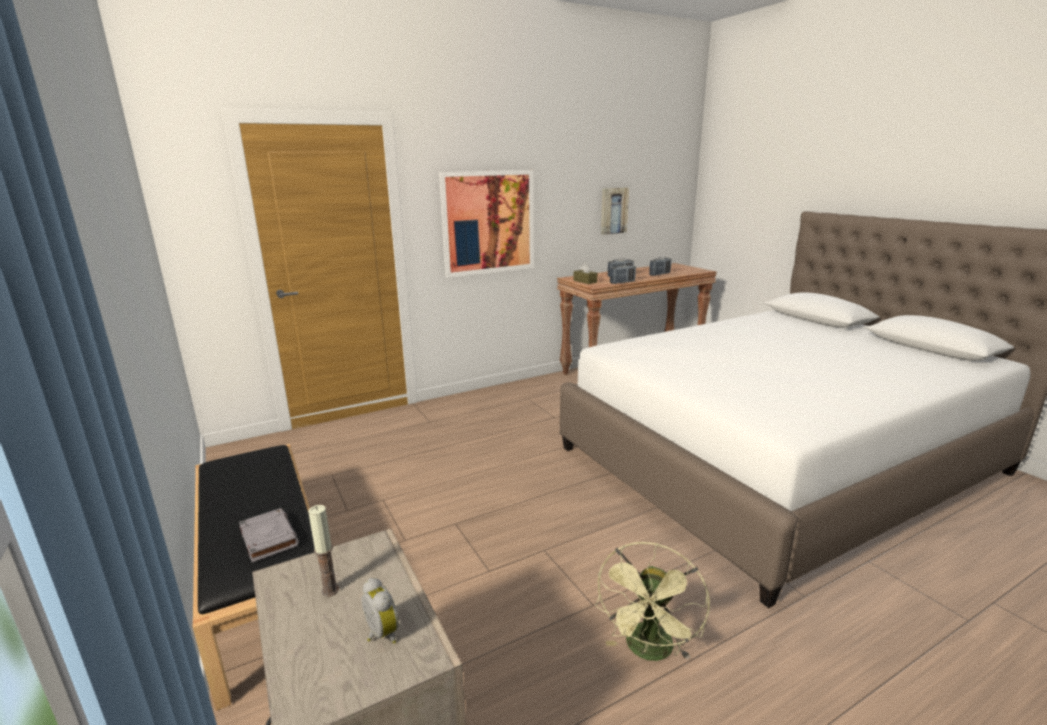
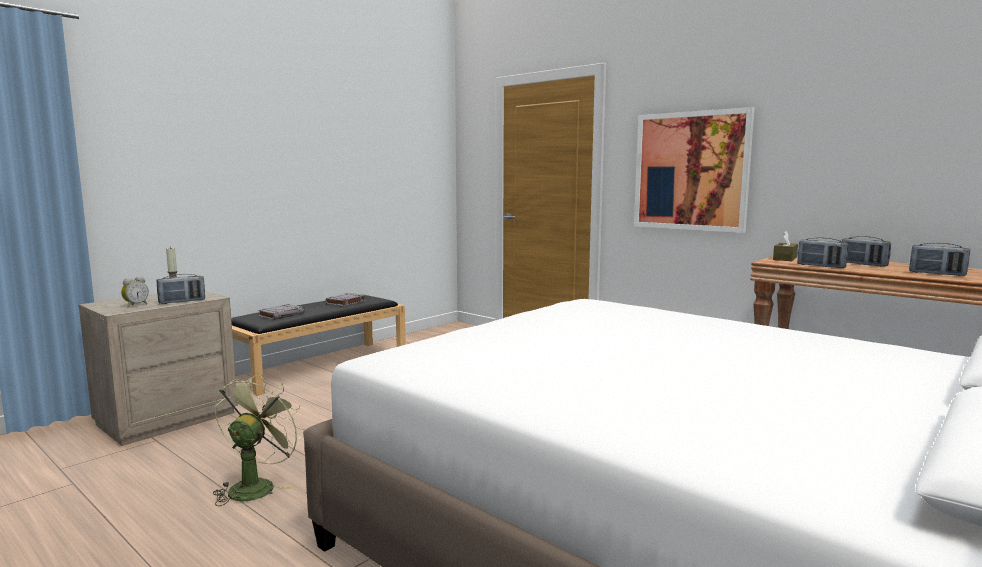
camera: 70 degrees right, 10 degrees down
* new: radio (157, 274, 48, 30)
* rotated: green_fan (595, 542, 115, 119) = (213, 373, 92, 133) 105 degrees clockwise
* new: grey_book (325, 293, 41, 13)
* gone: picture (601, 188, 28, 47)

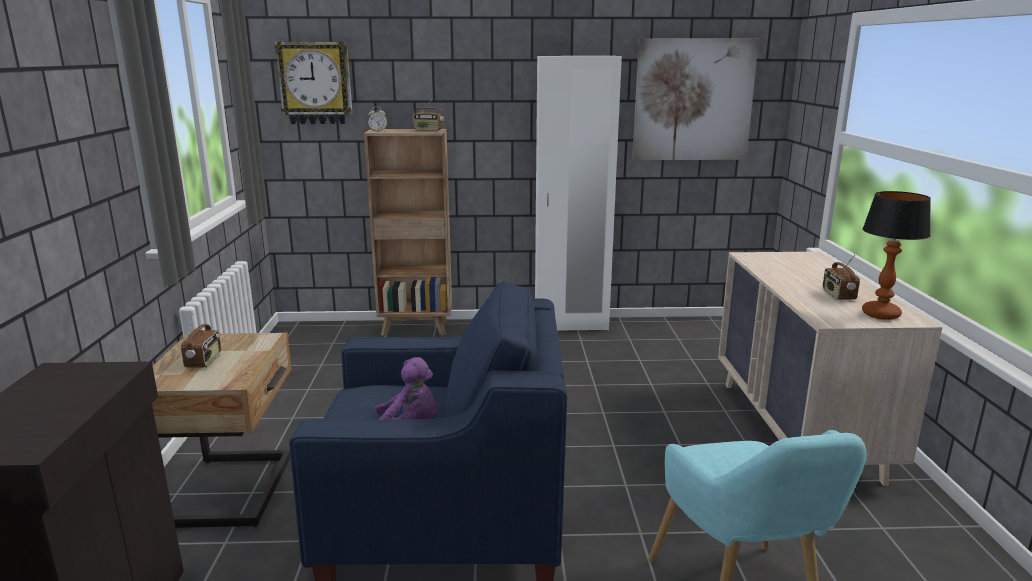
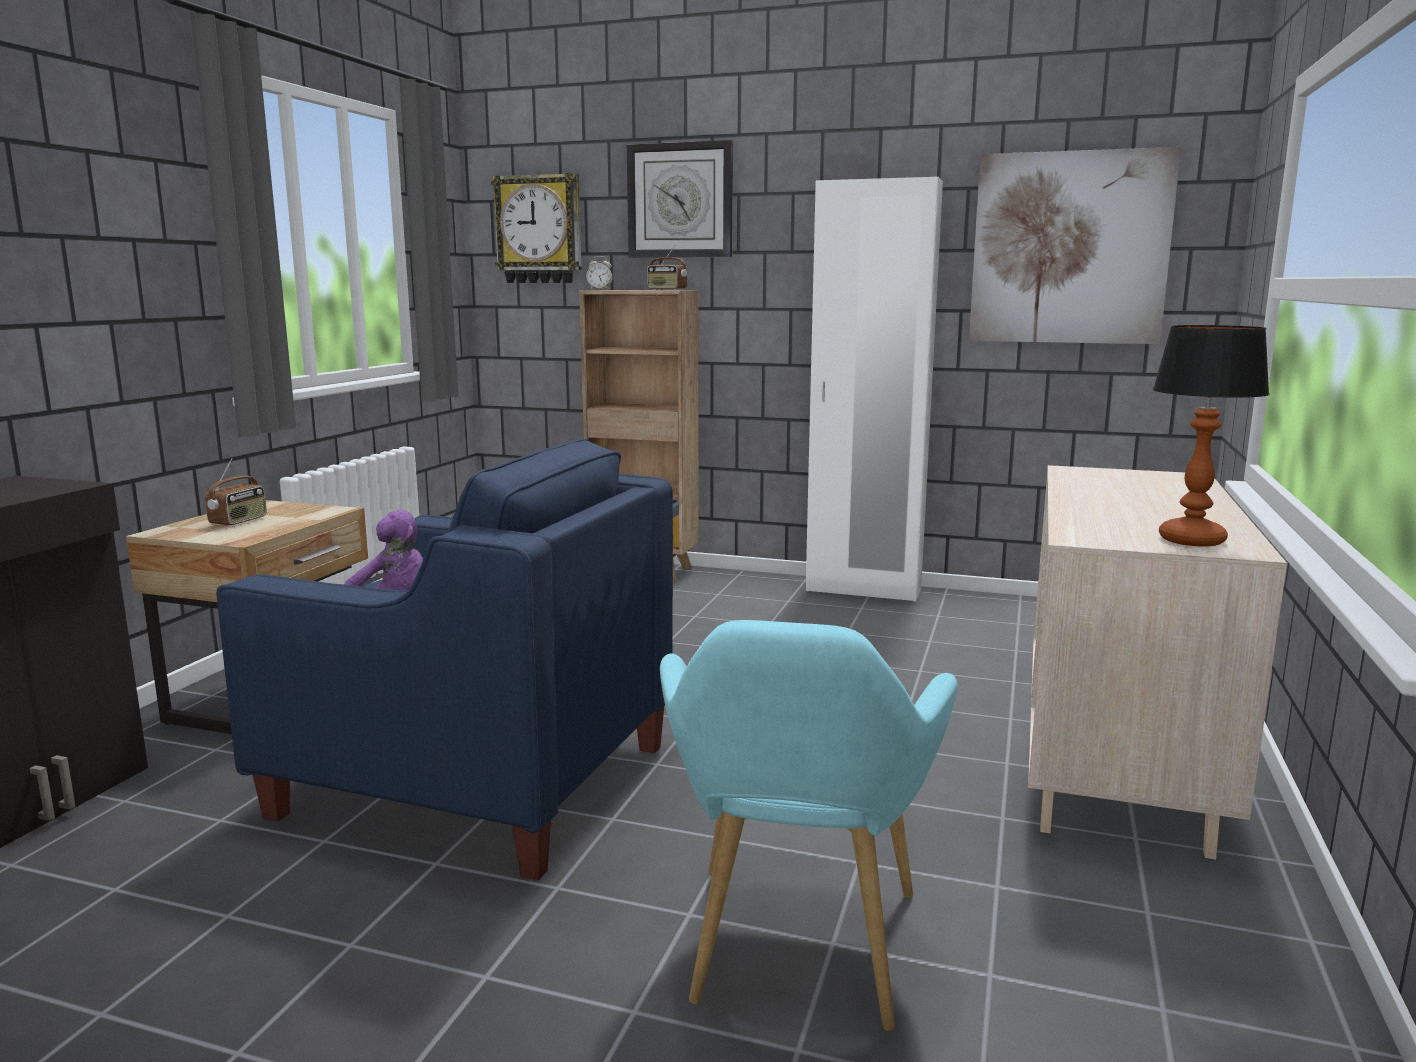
camera: 20 degrees right, 5 degrees down
* new: wall_clock (627, 140, 106, 118)
* gone: radio (822, 255, 38, 45)

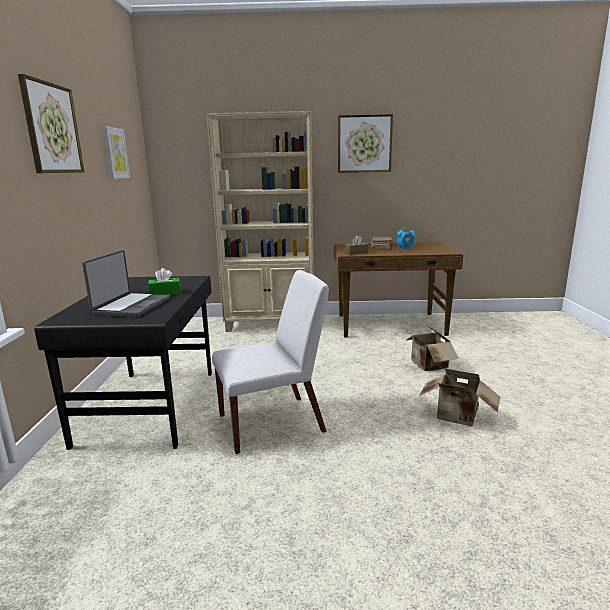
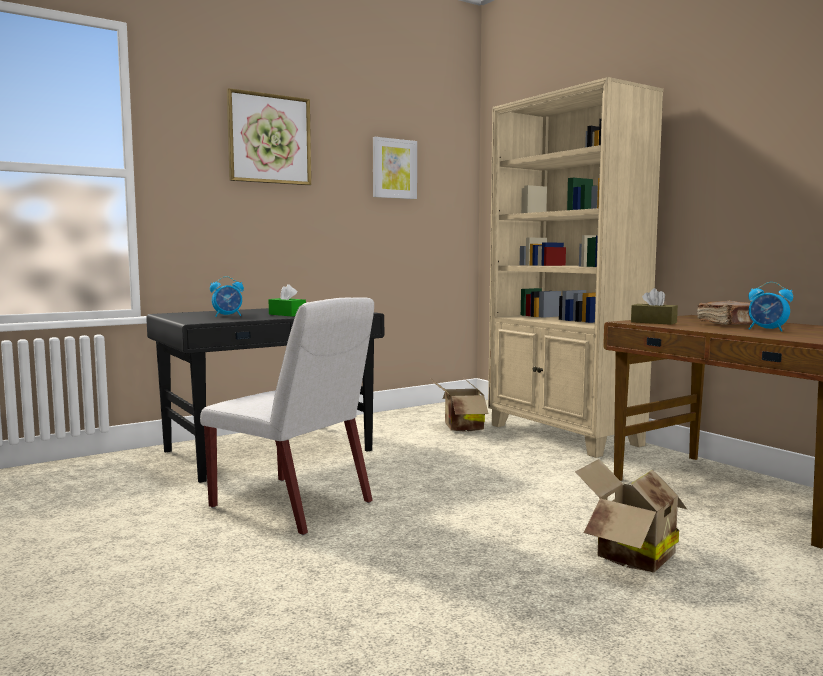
camera: 55 degrees right, 10 degrees down
* swapped: laptop (82, 250, 88, 67) to alarm_clock (210, 276, 34, 41)
* shifted: cardboard_box (419, 368, 81, 59) to (431, 378, 57, 54)
* gone: picture (338, 114, 55, 59)

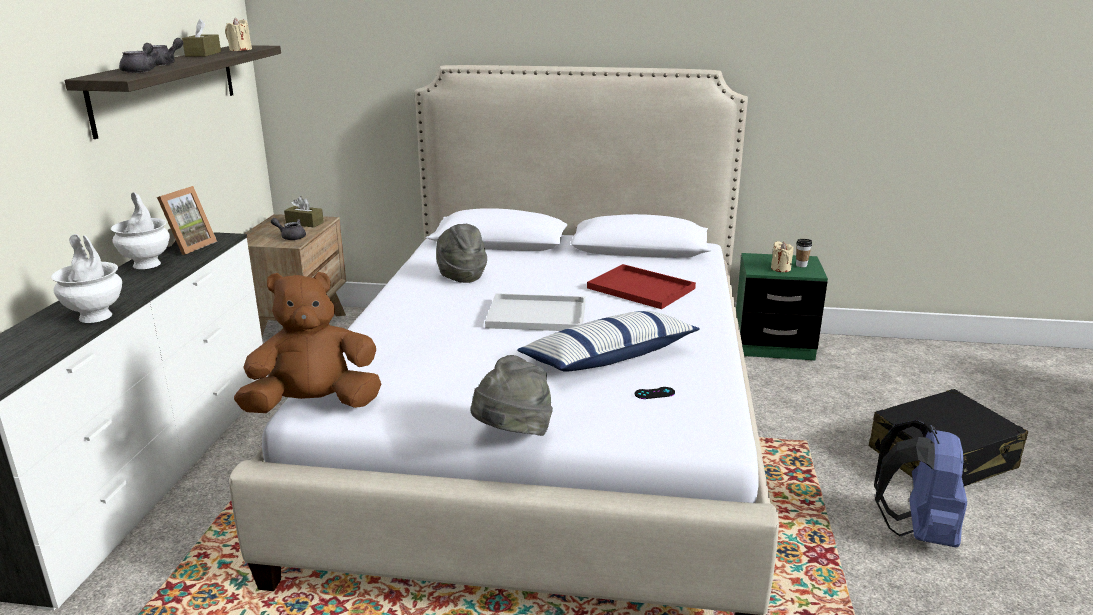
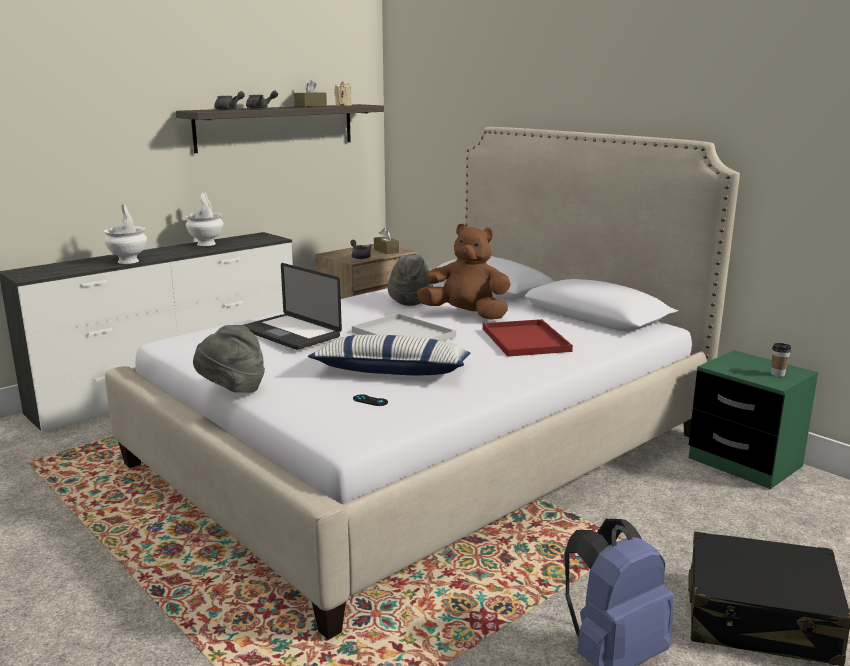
camera: 40 degrees right, 5 degrees down
* new: laptop (244, 263, 98, 87)
* shifted: brown_plush_toy (234, 272, 147, 141) to (417, 223, 94, 97)
* gone: picture_frame (157, 186, 60, 69)
* gone: beige_candle (771, 241, 23, 31)

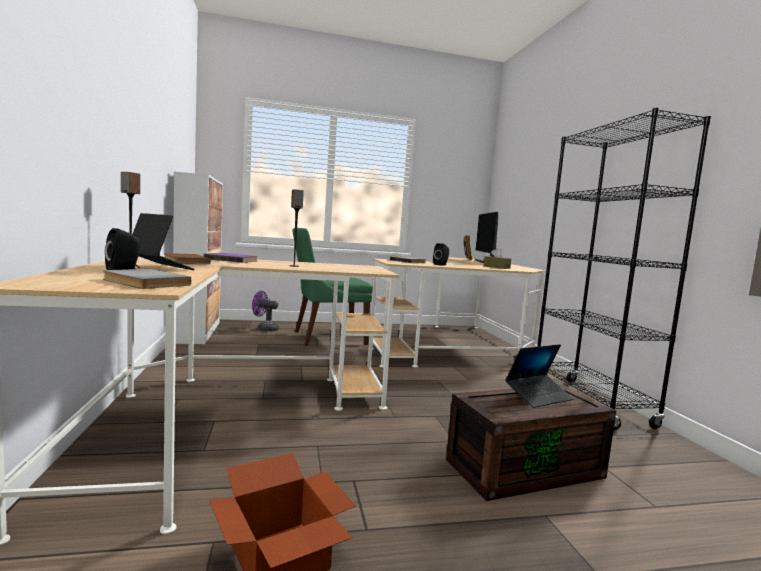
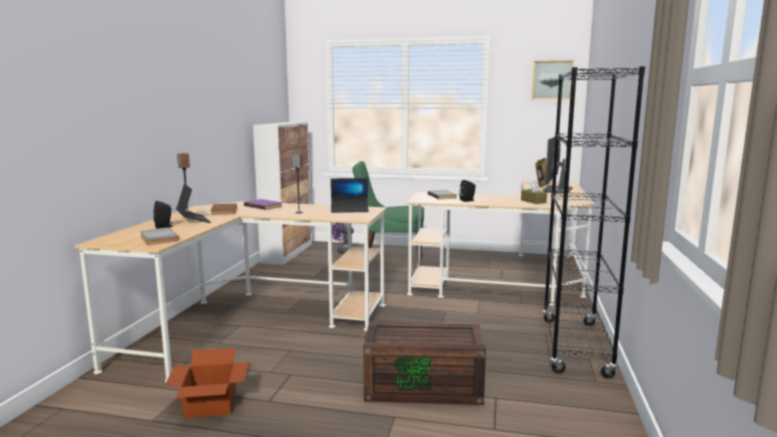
camera: 25 degrees right, 5 degrees up
* shifted: laptop (505, 344, 69, 64) to (331, 178, 38, 35)
* new: picture (532, 60, 42, 40)

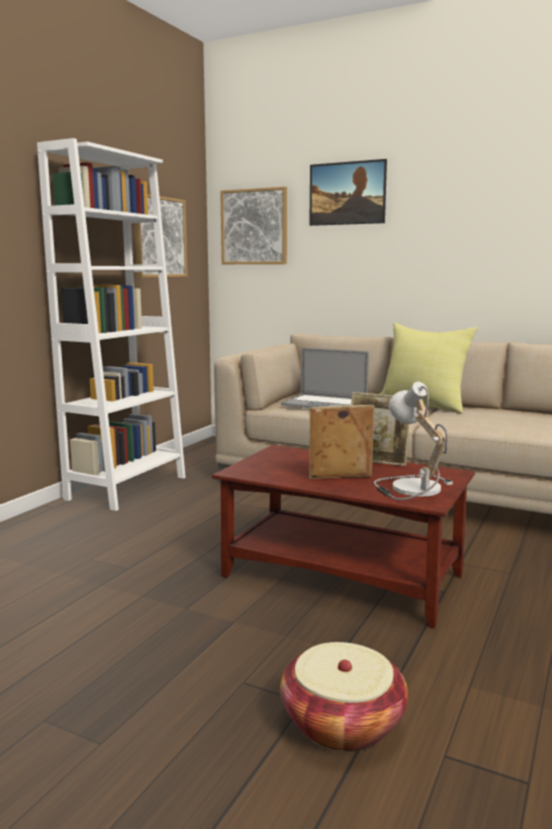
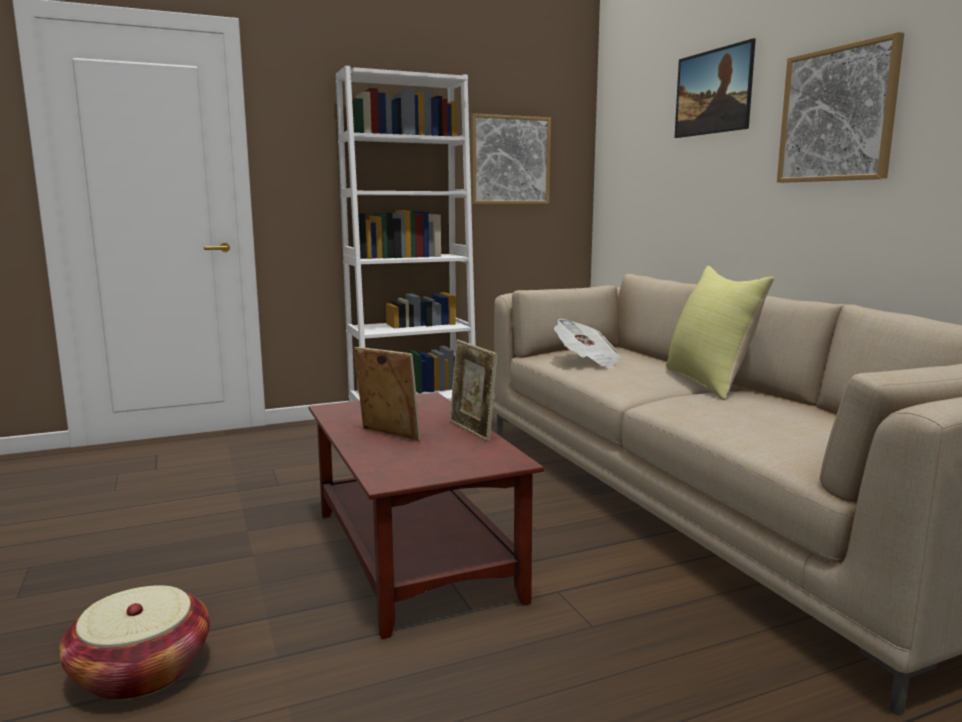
camera: 40 degrees right, 0 degrees up
* swapped: laptop (281, 348, 88, 60) to newspaper (554, 319, 68, 49)
* shifted: picture (220, 187, 67, 77) to (777, 32, 127, 151)
* gone: table_lamp (374, 382, 79, 118)

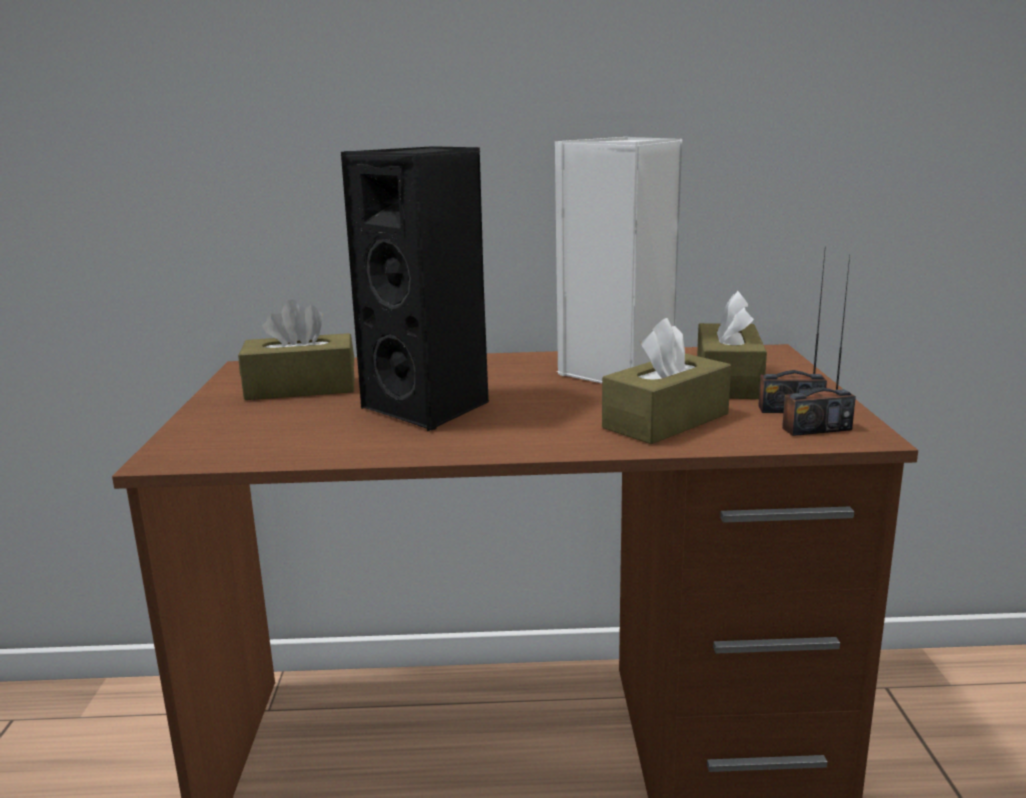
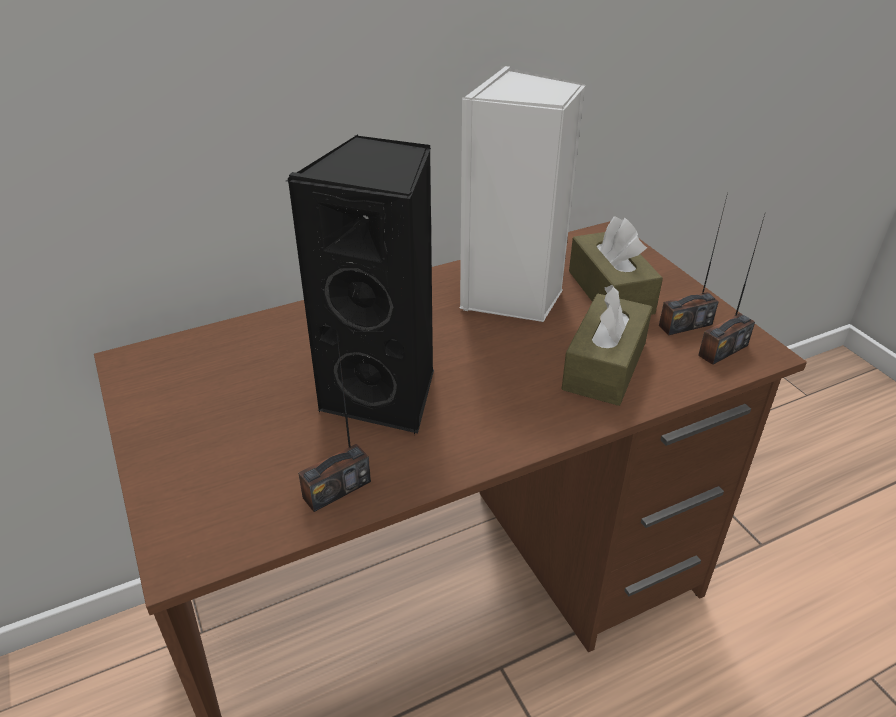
camera: 25 degrees left, 20 degrees up
* new: radio (298, 335, 73, 177)
* gone: brown_tissue_box (238, 299, 116, 101)

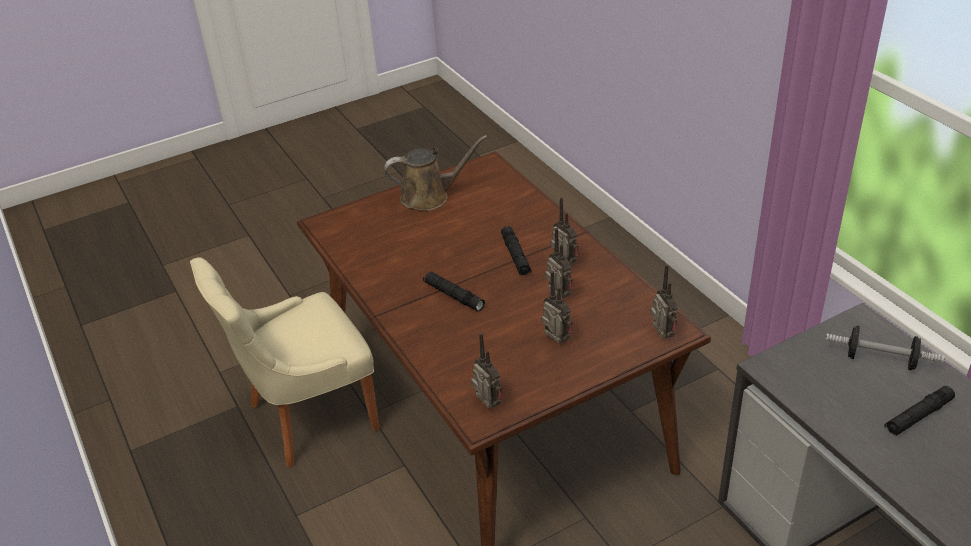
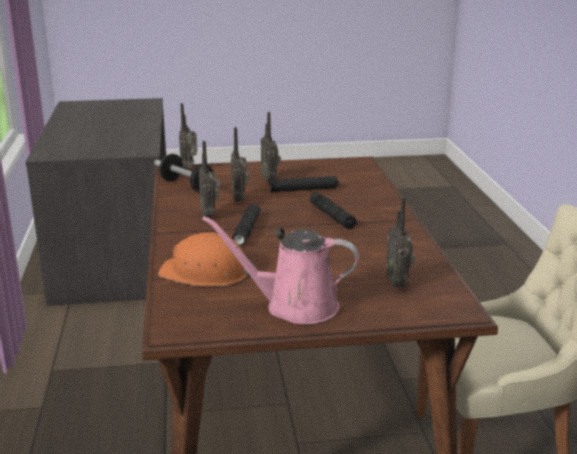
camera: 160 degrees left, 15 degrees down
* shifted: dumbbell (825, 326, 120, 44) to (154, 154, 66, 38)
* new: orange_hard_hat (158, 233, 97, 54)
* repainted: brown_watering_can (384, 135, 104, 76) to pink_watering_can (202, 216, 157, 108)
* shifted: black_flashlight (885, 386, 70, 50) to (269, 176, 70, 16)
* shifted: radio (471, 332, 31, 76) to (386, 196, 30, 92)

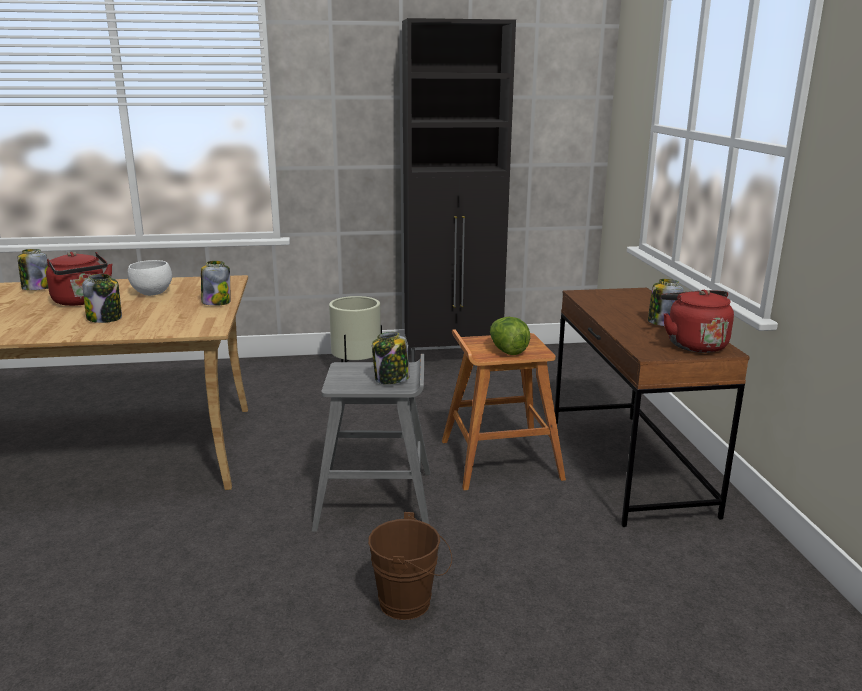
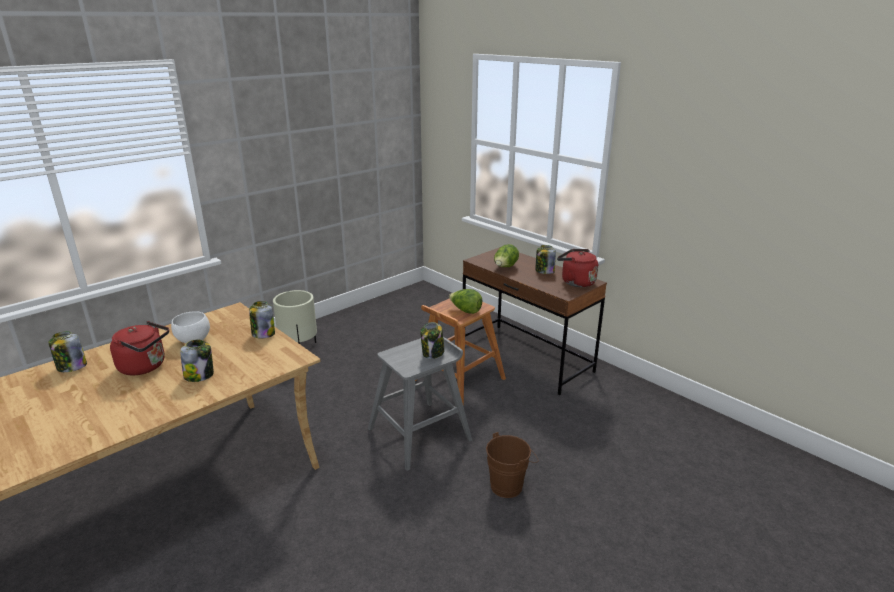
camera: 35 degrees left, 5 degrees up
* new: lettuce (494, 244, 25, 23)
* gone: black_cabinet (402, 18, 114, 344)

